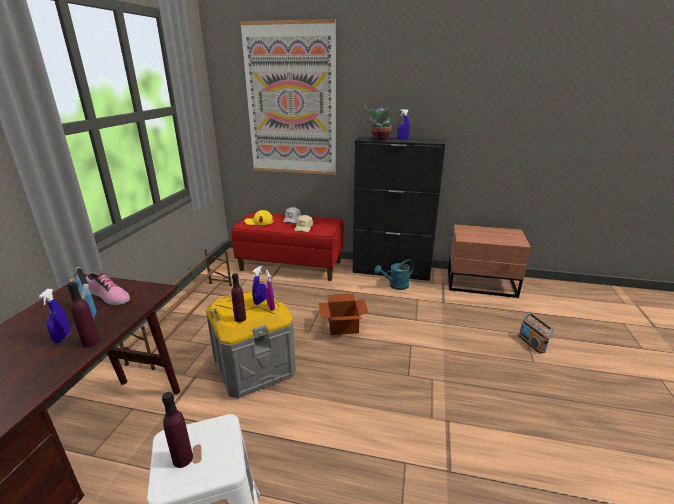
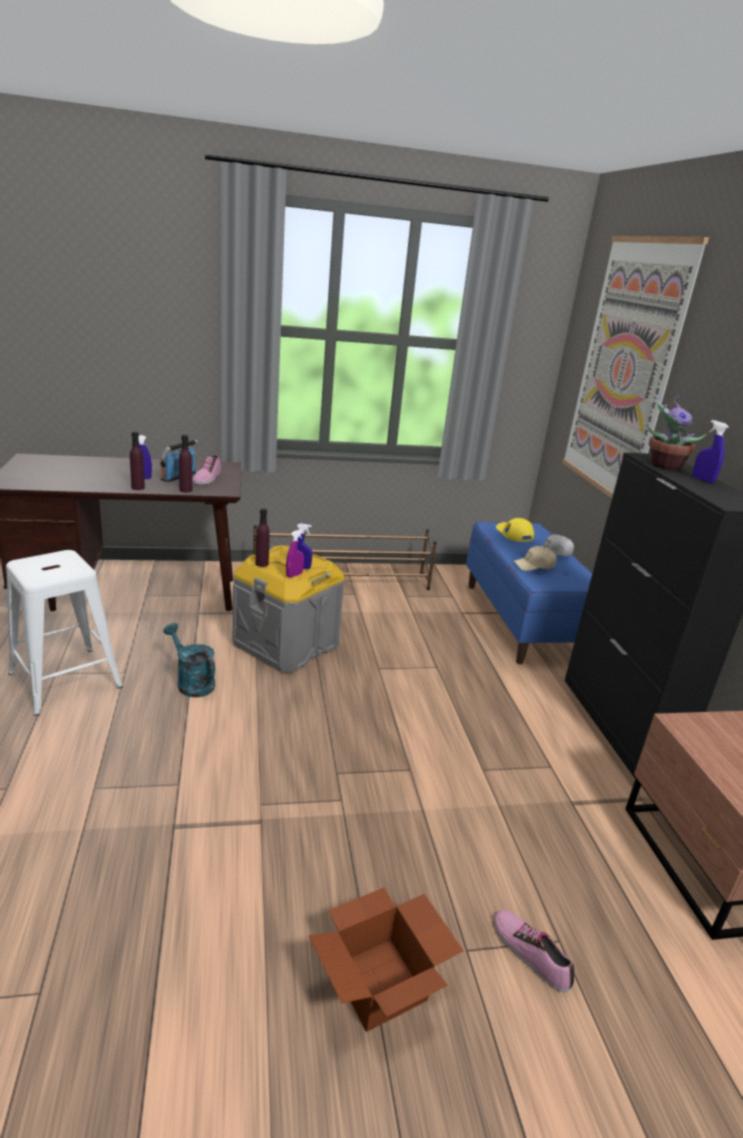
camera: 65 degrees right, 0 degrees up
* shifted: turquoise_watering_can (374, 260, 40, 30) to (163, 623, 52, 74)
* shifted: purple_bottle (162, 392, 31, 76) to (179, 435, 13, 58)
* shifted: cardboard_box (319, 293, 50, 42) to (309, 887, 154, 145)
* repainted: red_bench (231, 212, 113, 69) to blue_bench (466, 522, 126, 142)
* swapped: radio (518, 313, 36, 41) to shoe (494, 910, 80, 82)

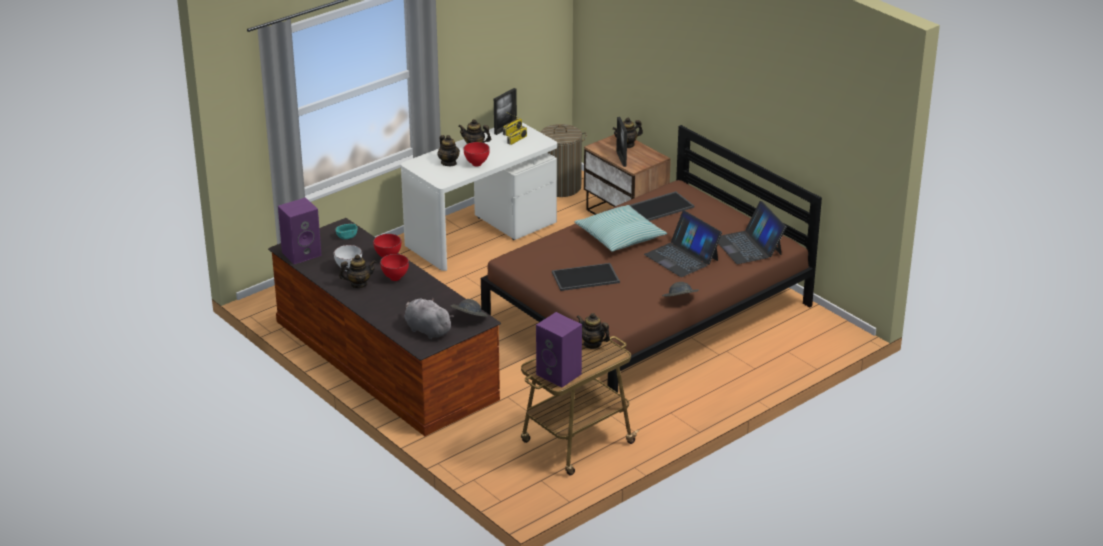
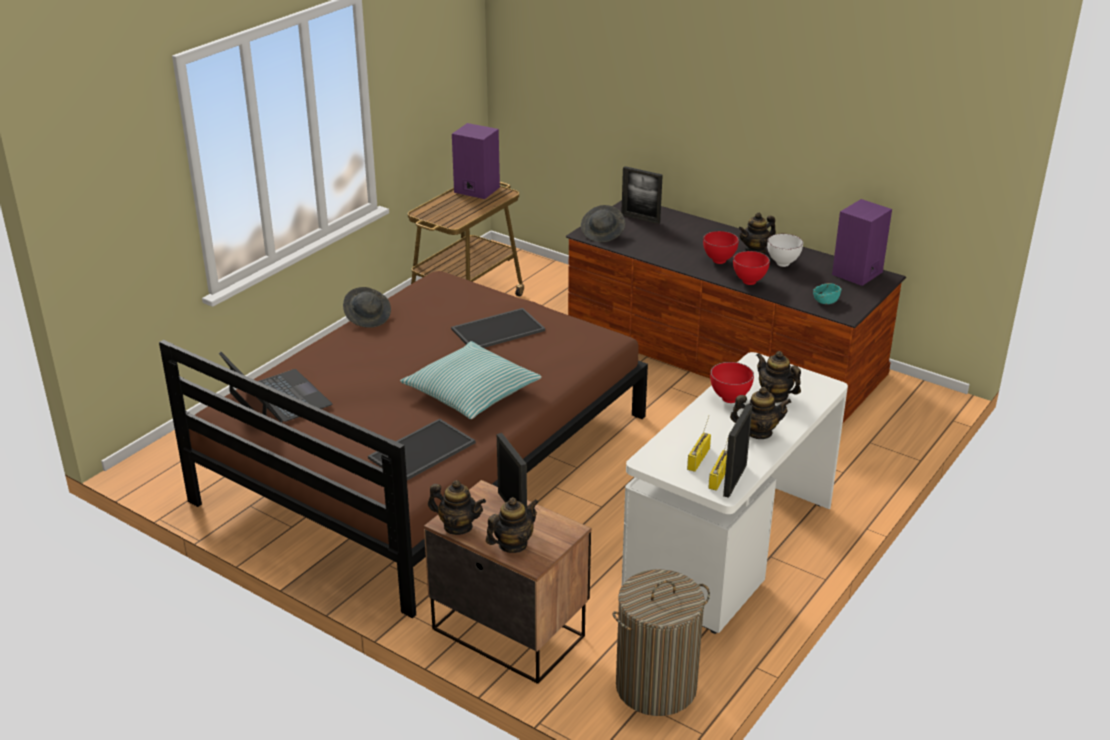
camera: 165 degrees right, 0 degrees up
* shifted: teapot (577, 313, 33, 36) to (428, 480, 58, 55)
* swapped: grey_plush_toy (404, 298, 50, 41) to picture_frame (621, 166, 42, 58)
* gone: laptop (644, 210, 78, 67)

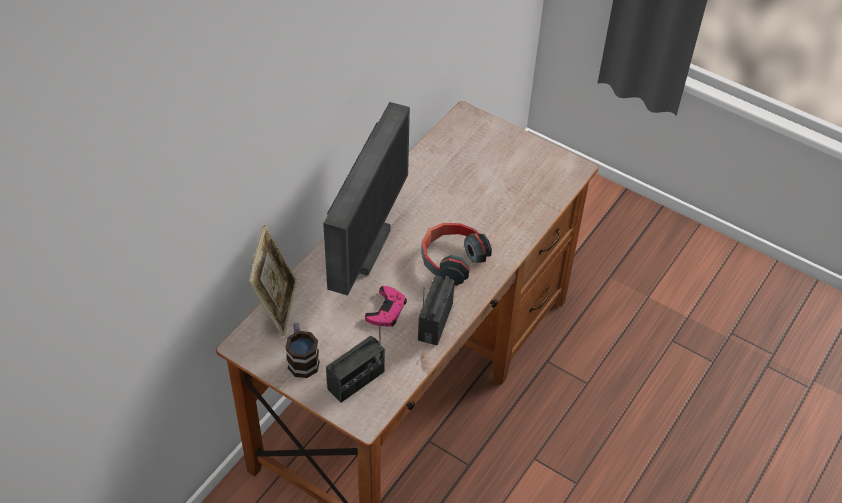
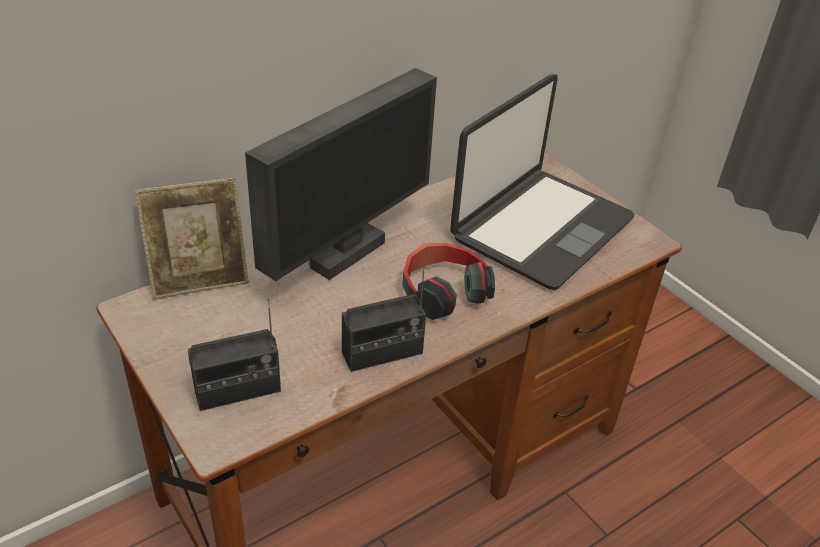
camera: 20 degrees right, 10 degrees down
* rotated: picture_frame (249, 225, 48, 111) = (135, 178, 114, 121) 45 degrees clockwise
* rotated: radio (418, 275, 37, 71) = (342, 263, 84, 109) 150 degrees counterclockwise
* new: laptop (450, 74, 185, 216)
* gone: mug (285, 323, 35, 55)
* gone: pink_game_controller (365, 286, 42, 40)

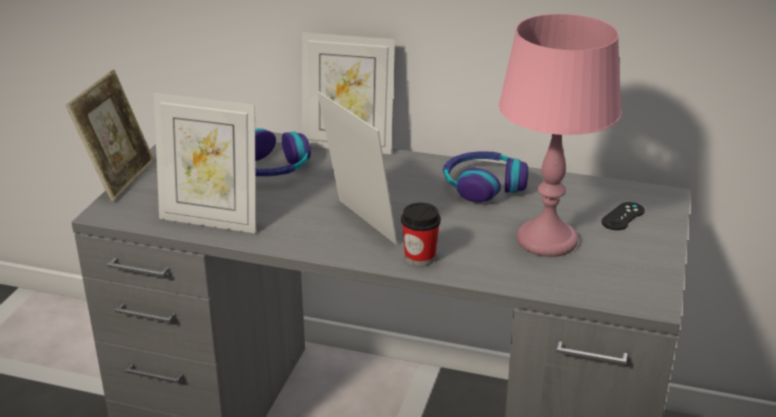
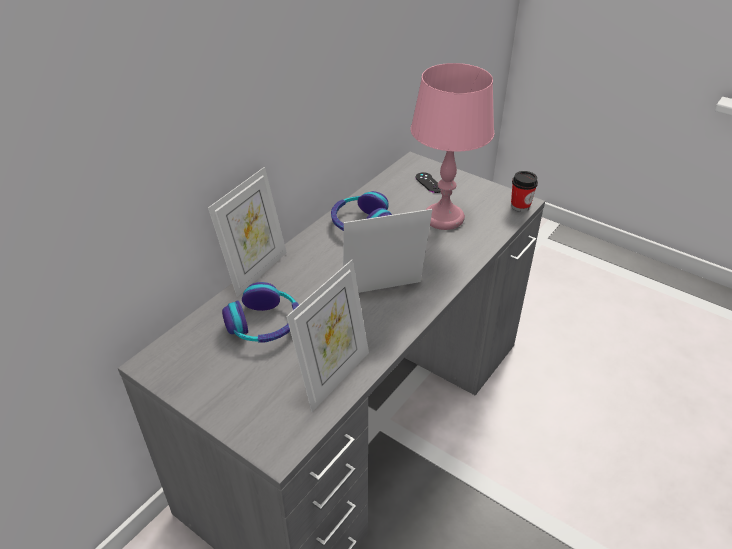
camera: 70 degrees left, 10 degrees up
* shifted: cup (401, 203, 40, 63) to (511, 171, 27, 41)
* gone: picture_frame (66, 69, 88, 132)

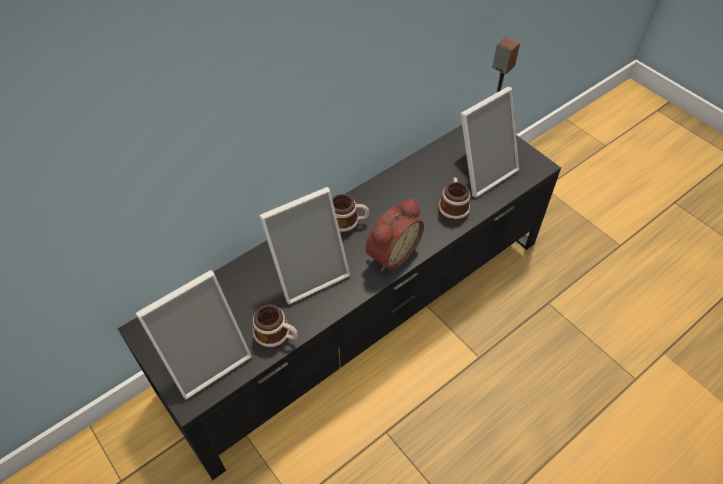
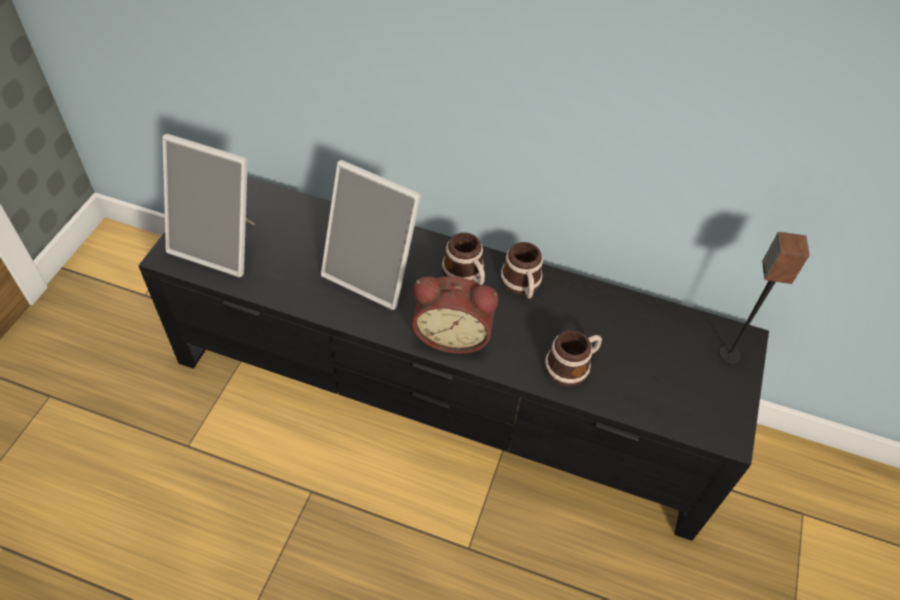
camera: 55 degrees right, 0 degrees up
* shifted: mug (253, 305, 45, 44) to (501, 242, 42, 57)
* gone: picture_frame (453, 87, 66, 110)

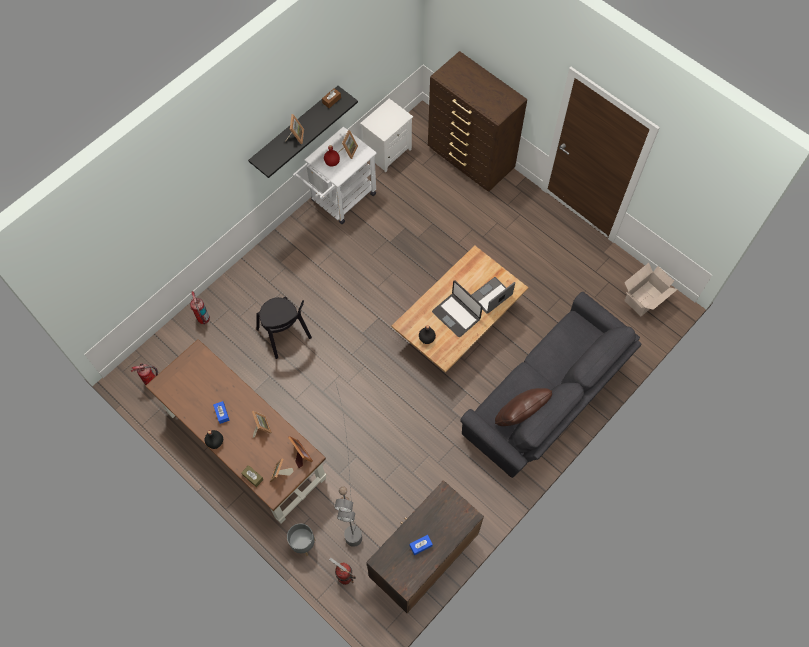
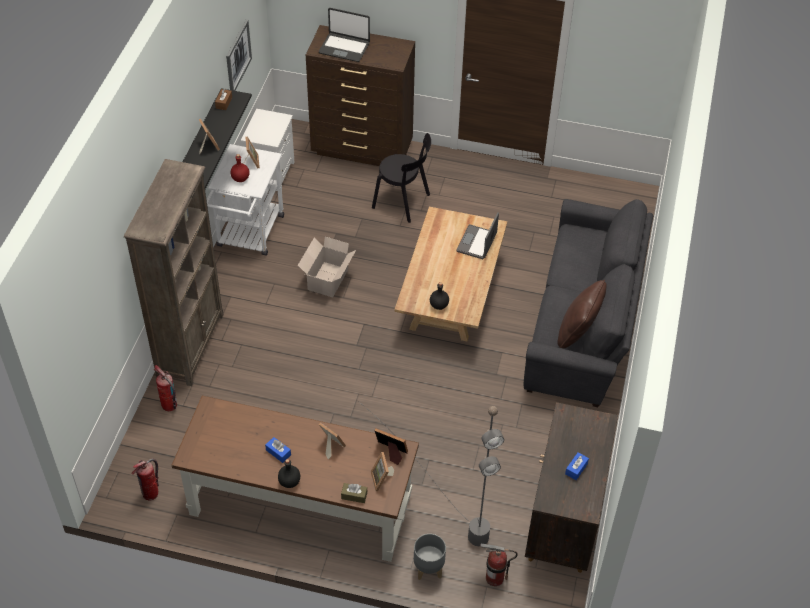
camera: 30 degrees left, 15 degrees down
* new: brown_bookcase (124, 159, 100, 227)
* new: picture (226, 19, 26, 72)
* shifted: cardboard_box (624, 263, 54, 53) to (298, 237, 58, 60)
* shifted: laptop (432, 280, 51, 57) to (319, 8, 51, 54)
* shifted: black_chair (256, 297, 56, 62) to (372, 133, 59, 90)

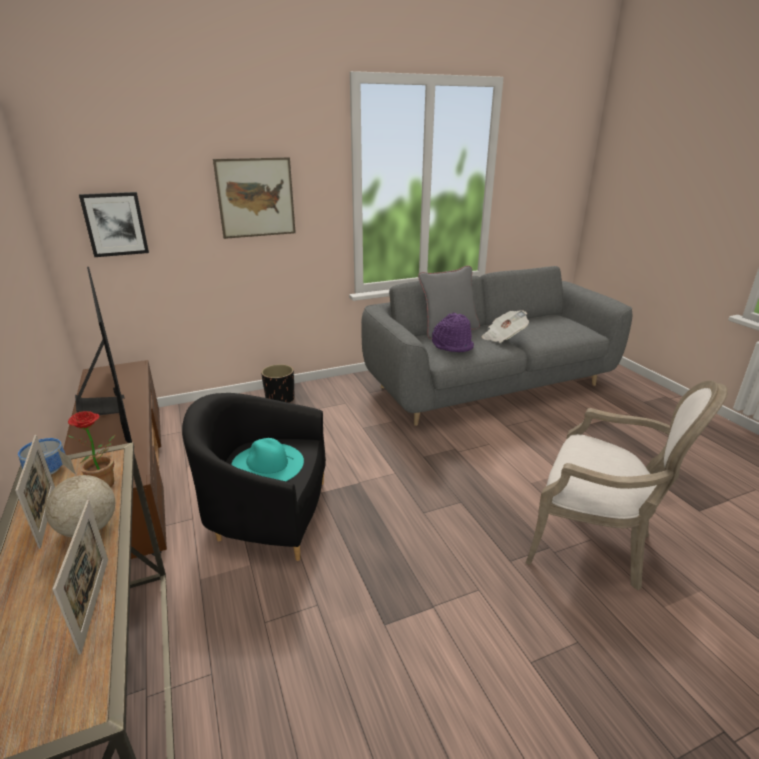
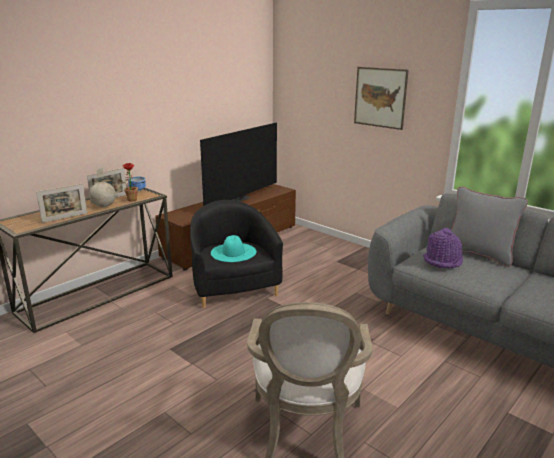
camera: 65 degrees right, 5 degrees down
* gone: picture (79, 192, 70, 65)
* gone: black_planter (261, 364, 34, 39)
* gone: newspaper (481, 310, 48, 33)

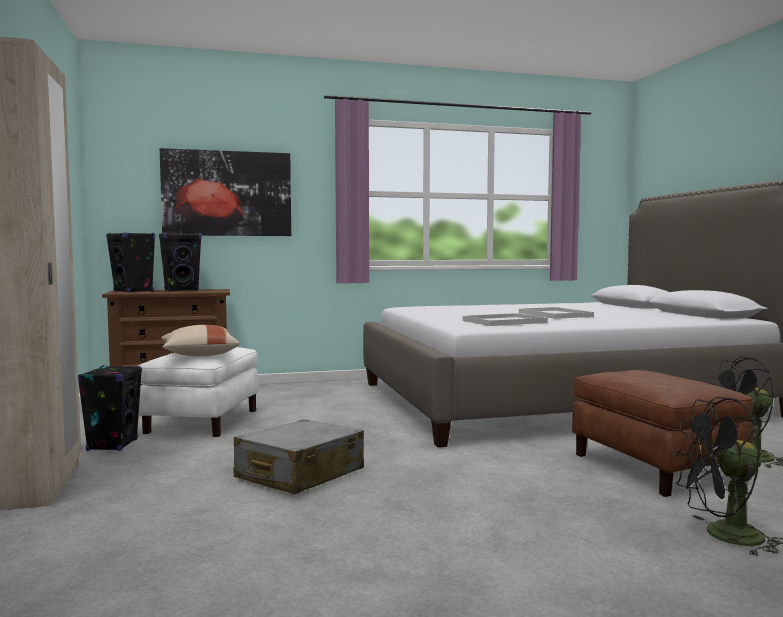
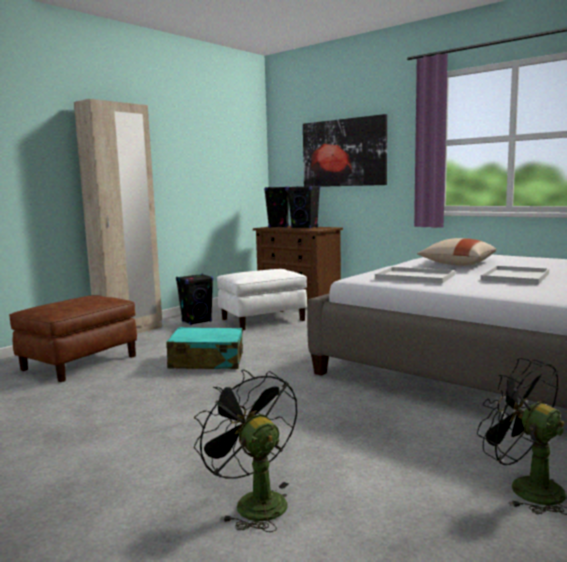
camera: 55 degrees right, 5 degrees up
* shifted: brown_ottoman (572, 370, 181, 127) to (9, 295, 128, 87)
* repainted: grey_suitcase (234, 419, 130, 75) to turquoise_suitcase (167, 327, 76, 42)
* shifted: beige_pillow (161, 325, 79, 31) to (417, 238, 79, 28)

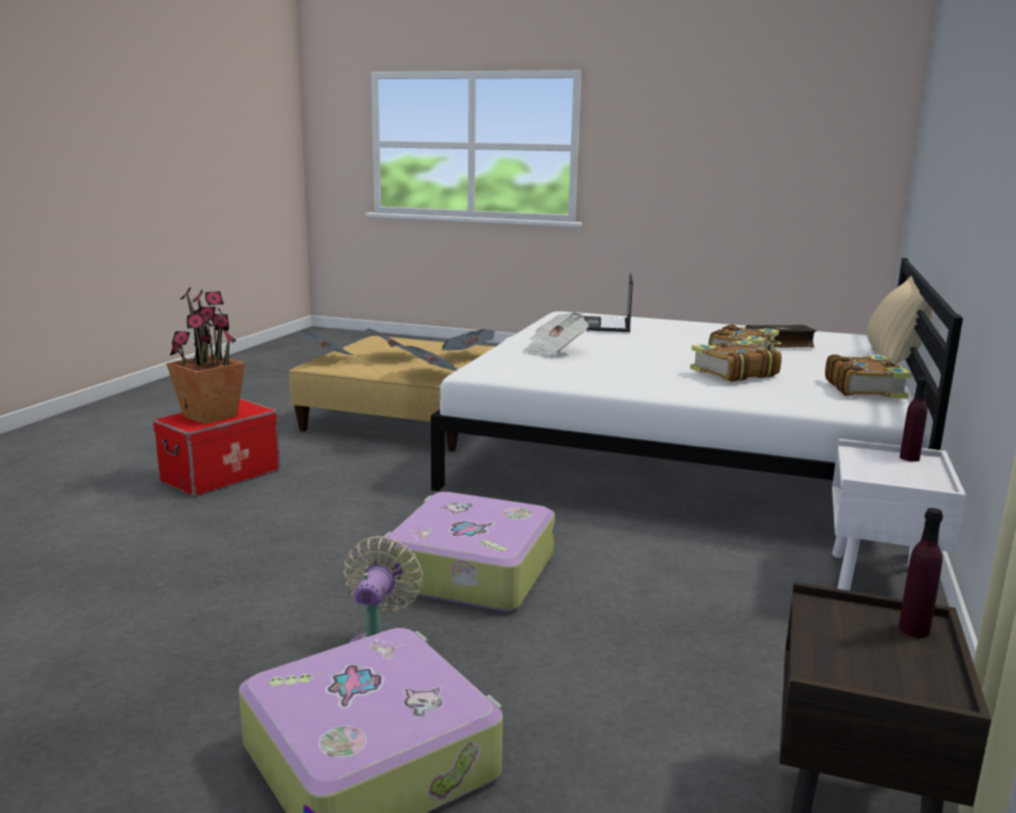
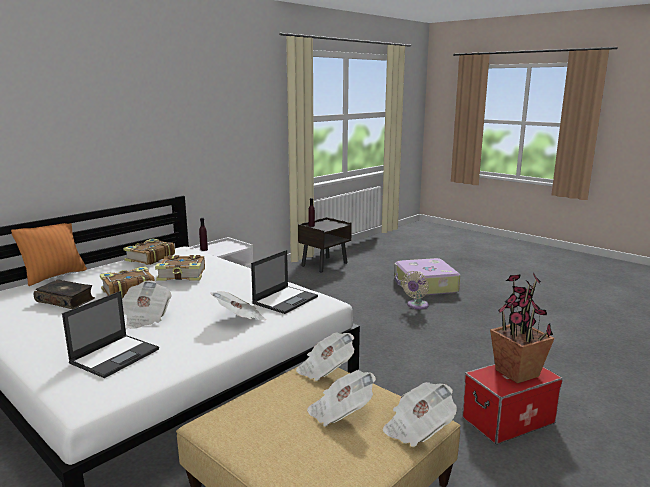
camera: 155 degrees left, 0 degrees up
* repainted: beige_pillow (867, 276, 67, 88) to orange_pillow (11, 223, 76, 63)
* shifted: newspaper (441, 329, 54, 22) to (122, 281, 49, 48)
* new: laptop (251, 250, 67, 64)
* gone: suitcase (382, 492, 173, 119)

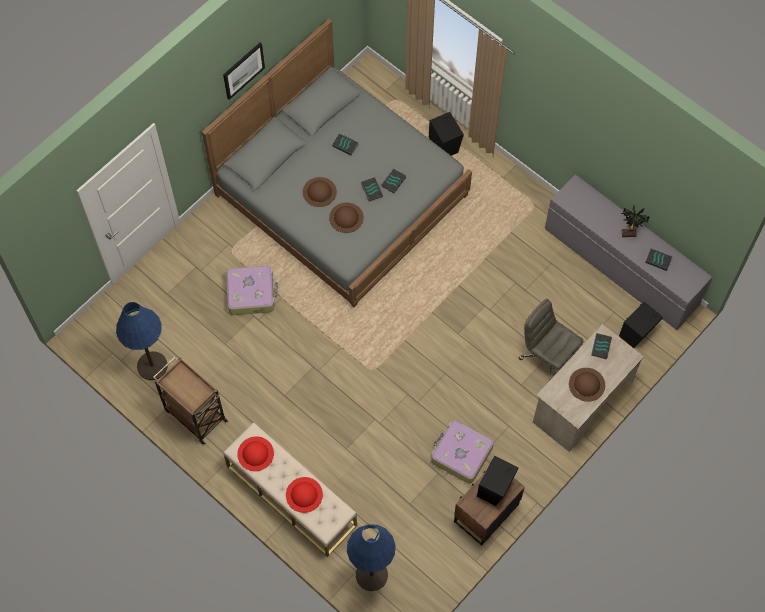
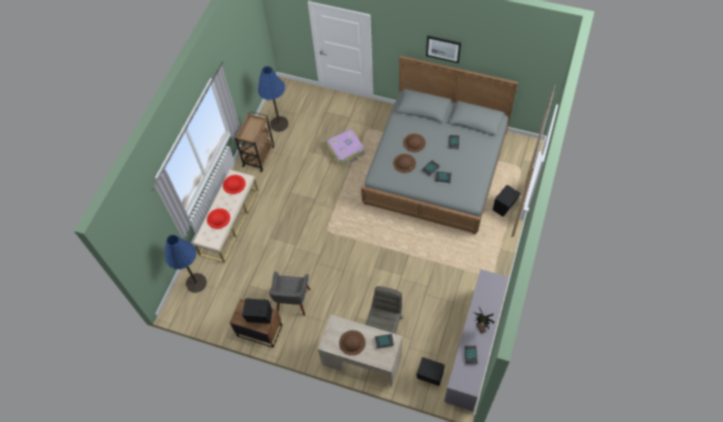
camera: 70 degrees right, 5 degrees down
* swapped: suitcase (431, 420, 63, 64) to grey_armchair (269, 271, 42, 45)

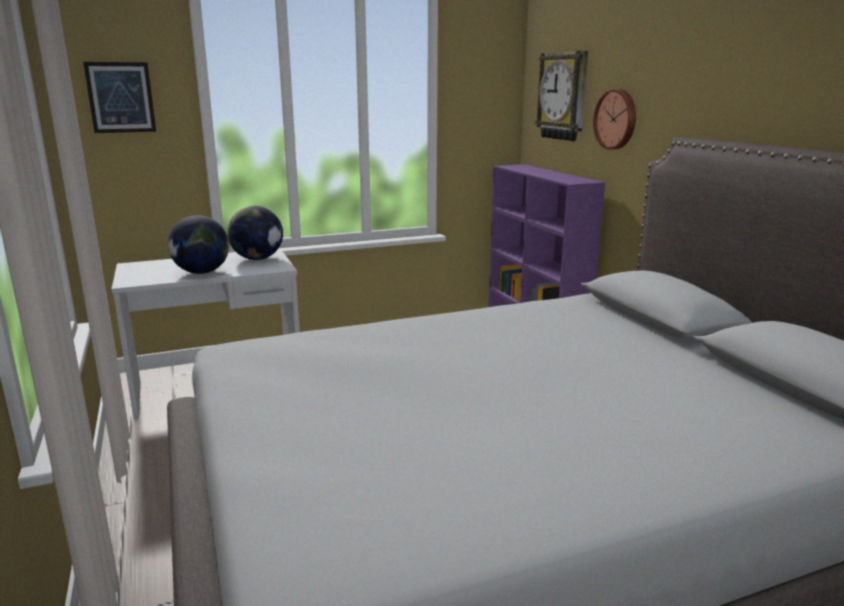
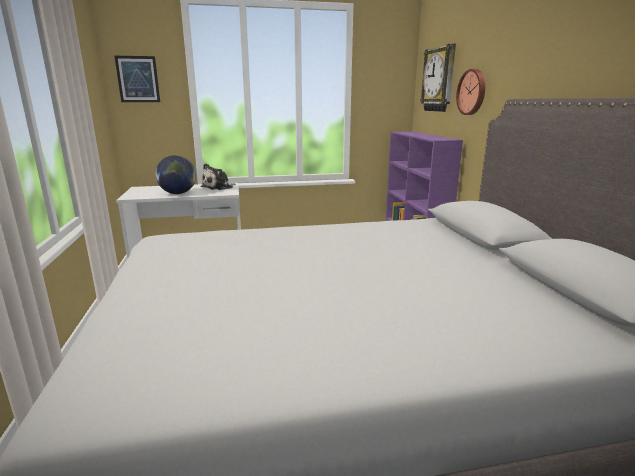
camera: 10 degrees right, 0 degrees up
* swapped: globe (227, 206, 56, 54) to plush_toy (200, 164, 35, 26)

